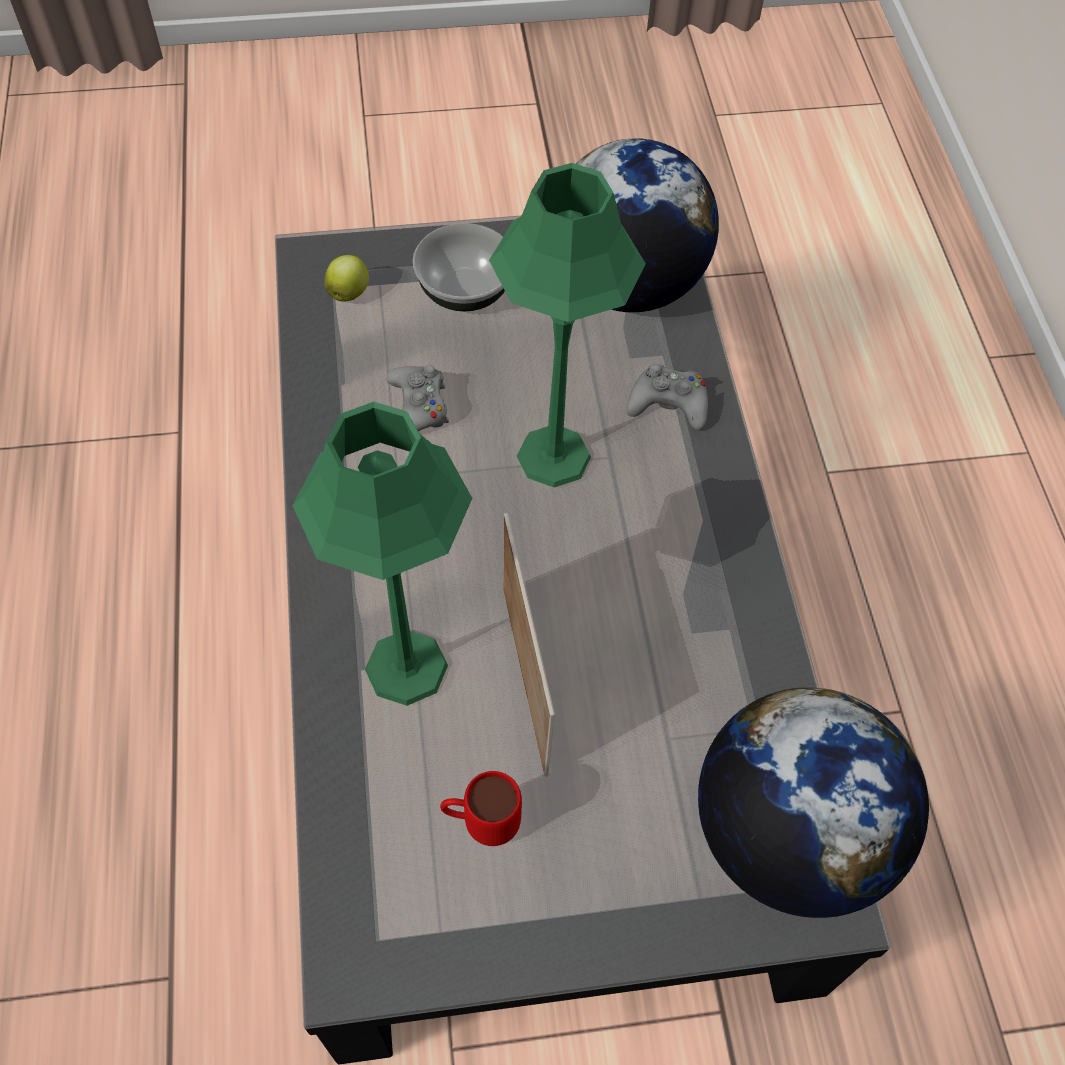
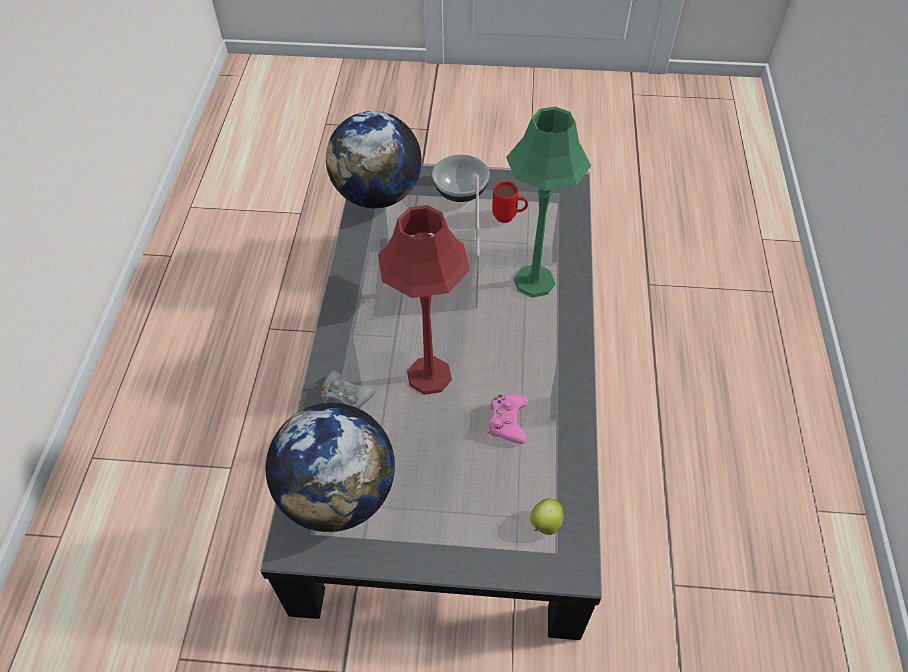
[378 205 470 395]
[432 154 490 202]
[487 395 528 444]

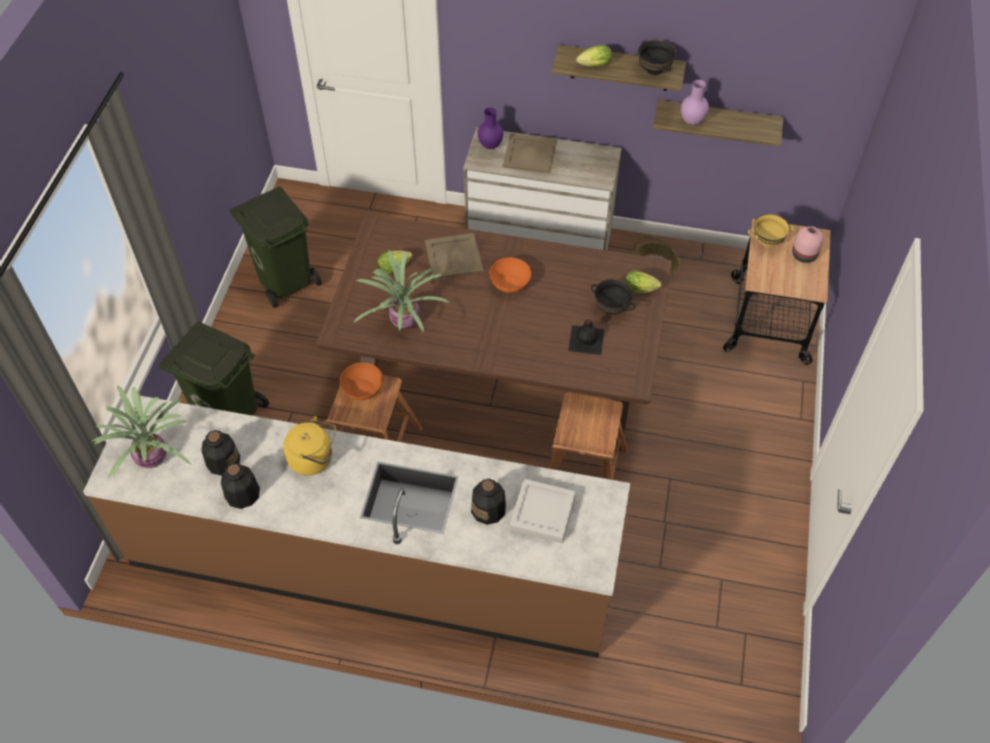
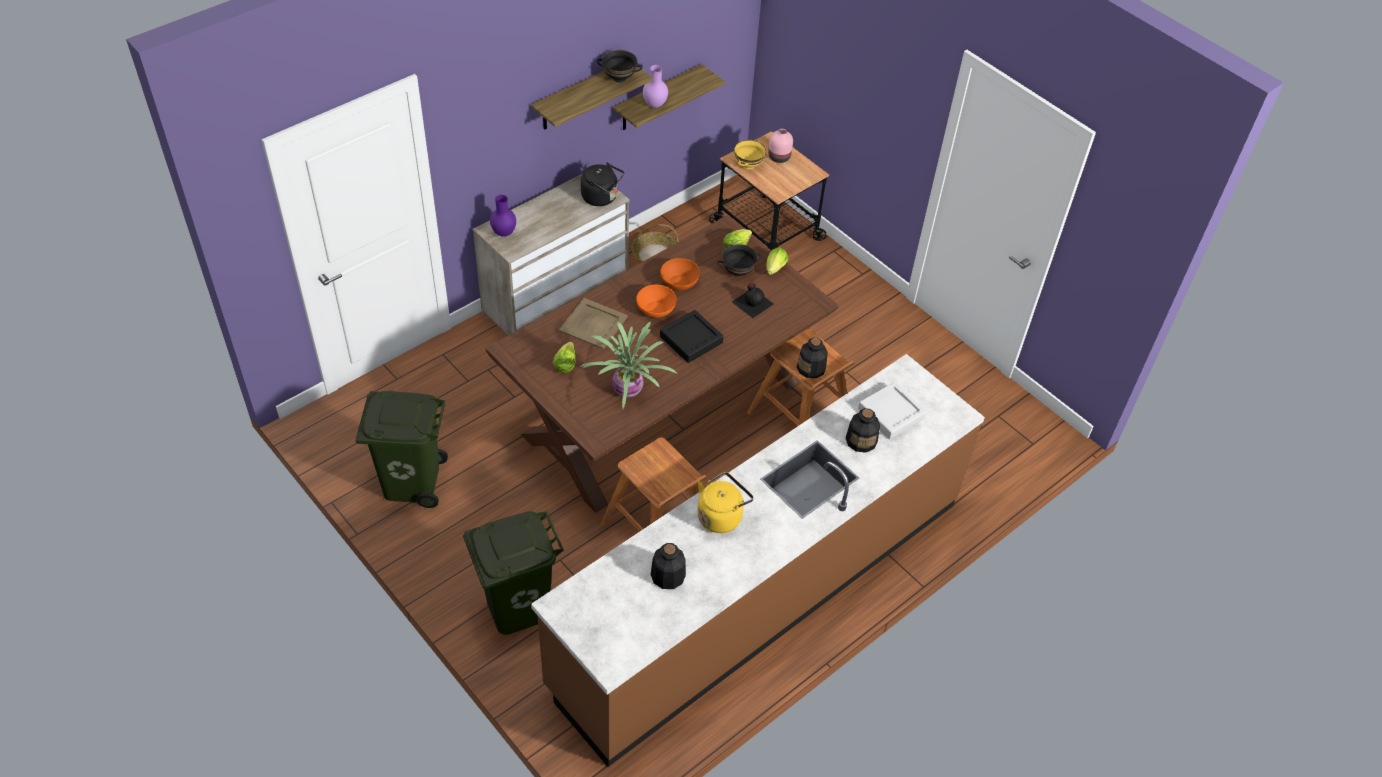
[581 163 624 206]
[660 258 700 291]
[660 310 723 363]
[766 247 788 275]
[797 338 828 378]
[93 385 191 480] (first image)
[503 133 556 173] (first image)

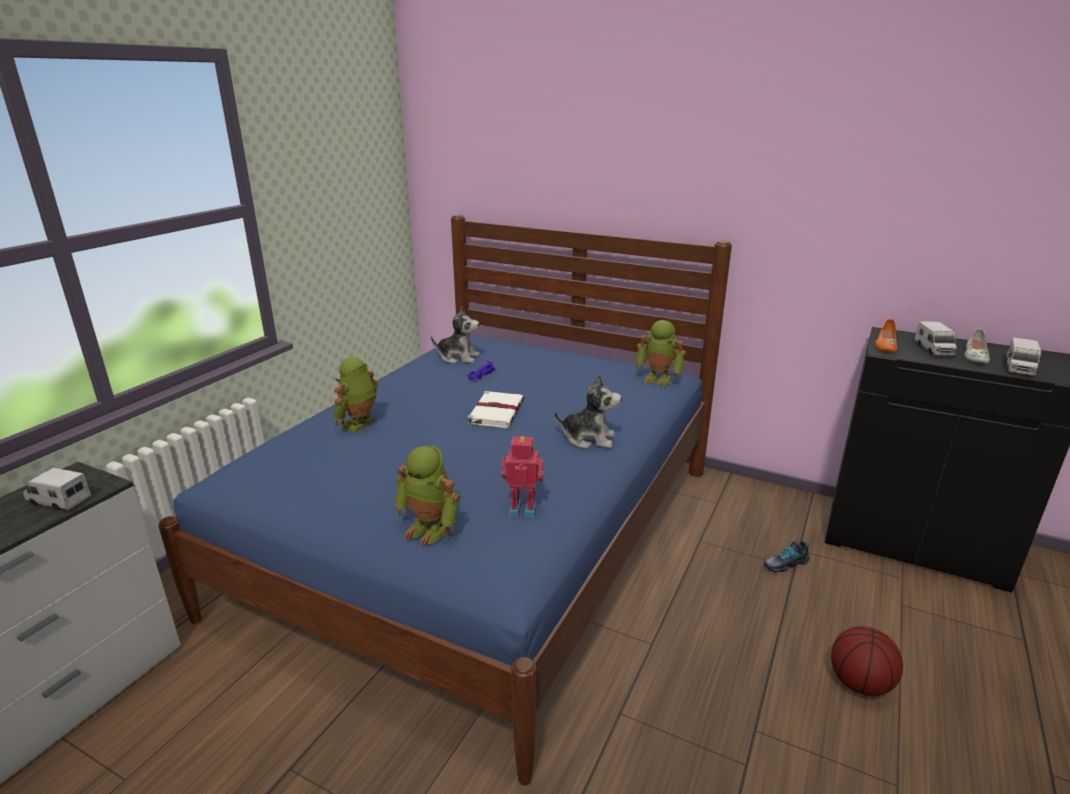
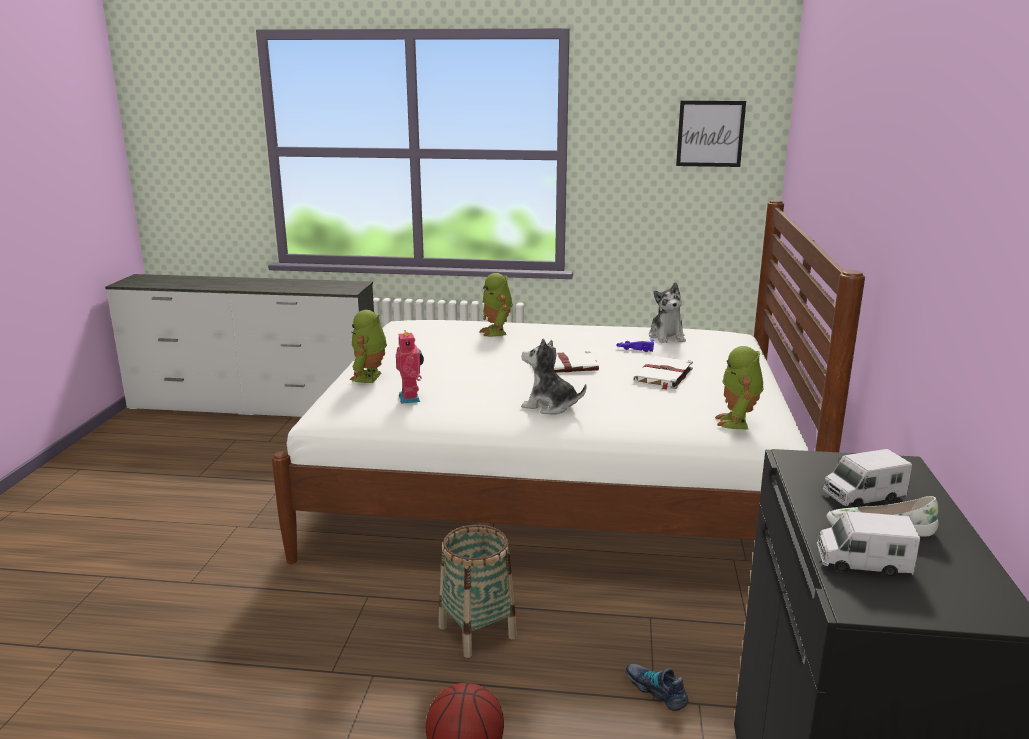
[272 200 865 564]
[438 525 517 658]
[479 273 512 337]
[521 338 587 414]
[633 356 693 390]
[676 101 746 167]
[23 468 91 510] (first image)
[875 319 897 352] (first image)

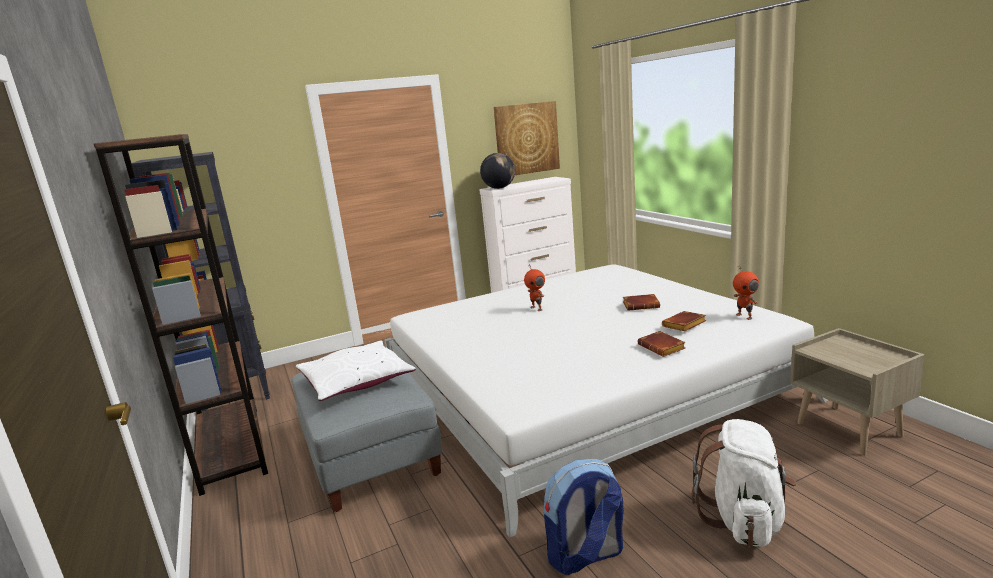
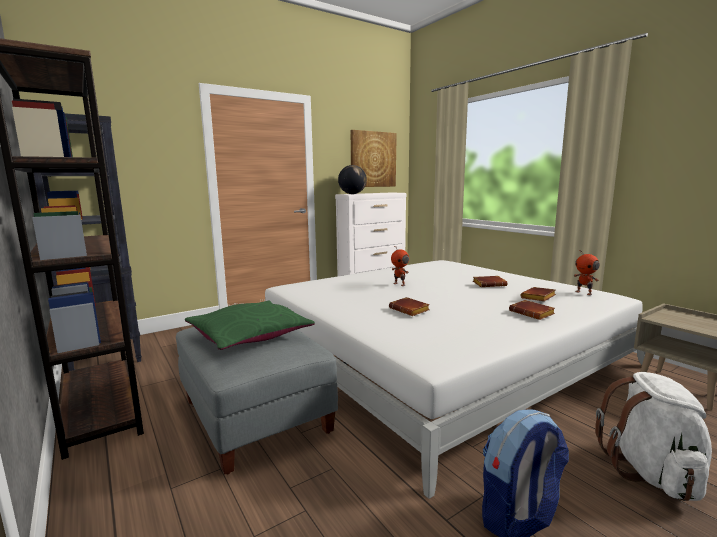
[185 301 315 350]
[389 297 430 316]

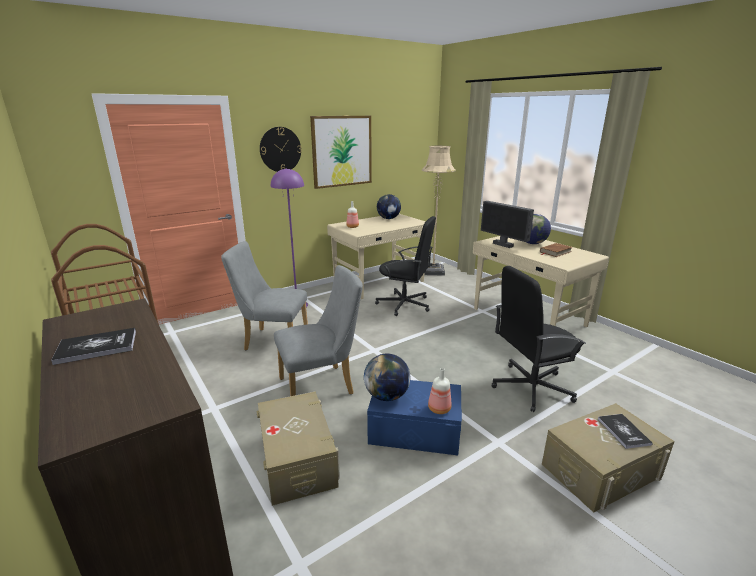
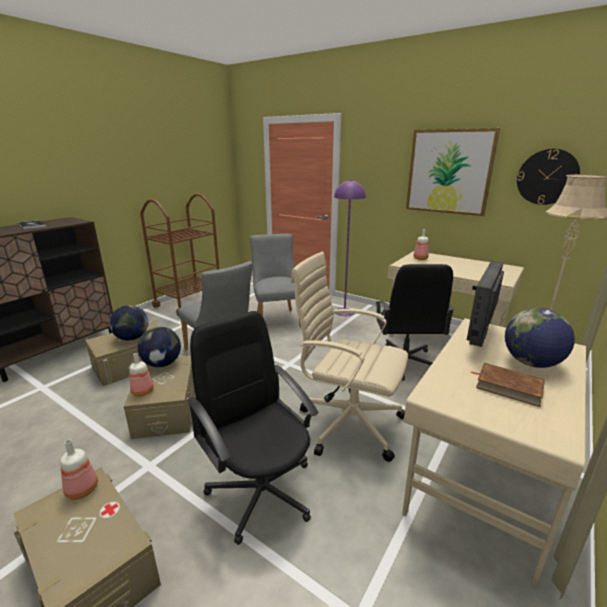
[60 440 98 500]
[109 305 148 341]
[124 356 195 439]
[291 252 408 462]
[517 149 580 205]
[598 414 653 449] (first image)

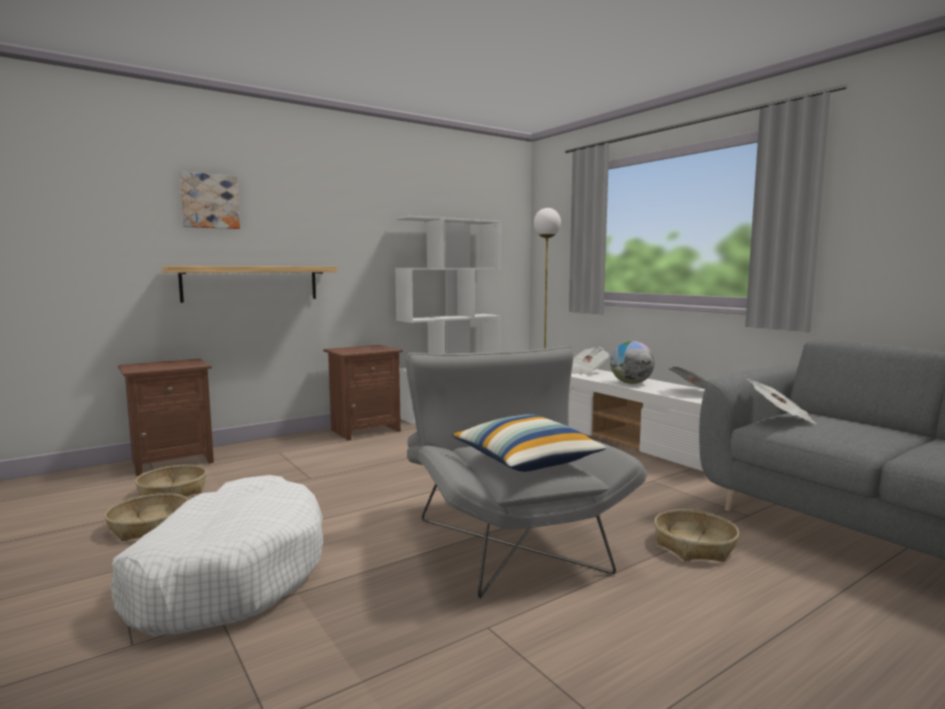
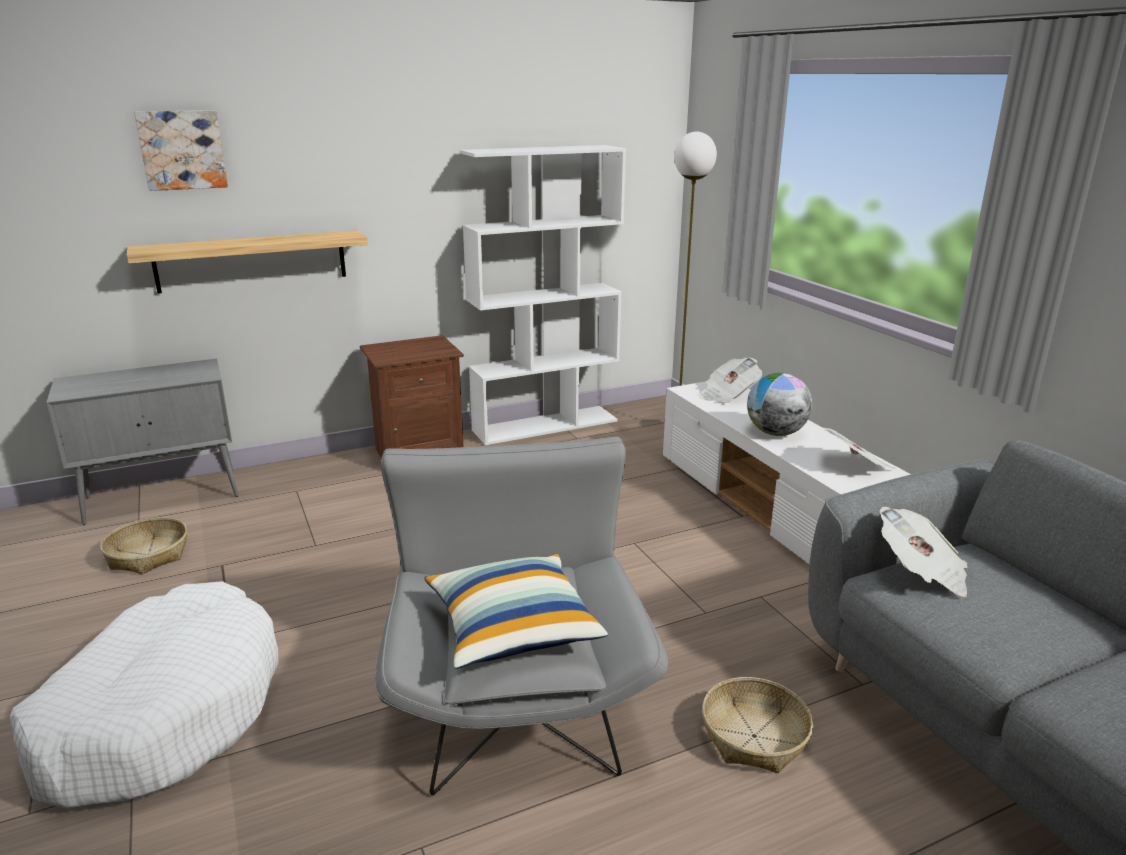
[46 359 239 525]
[104 493 188 541] (first image)

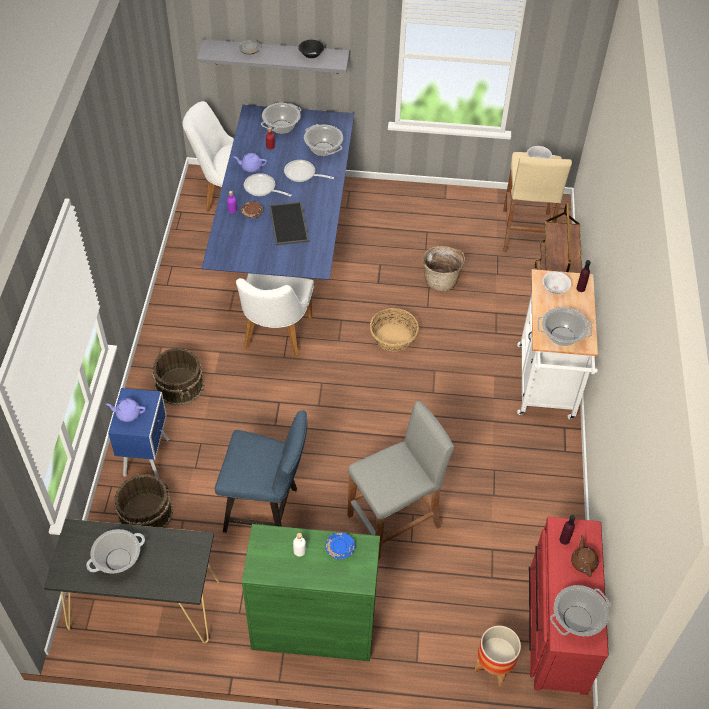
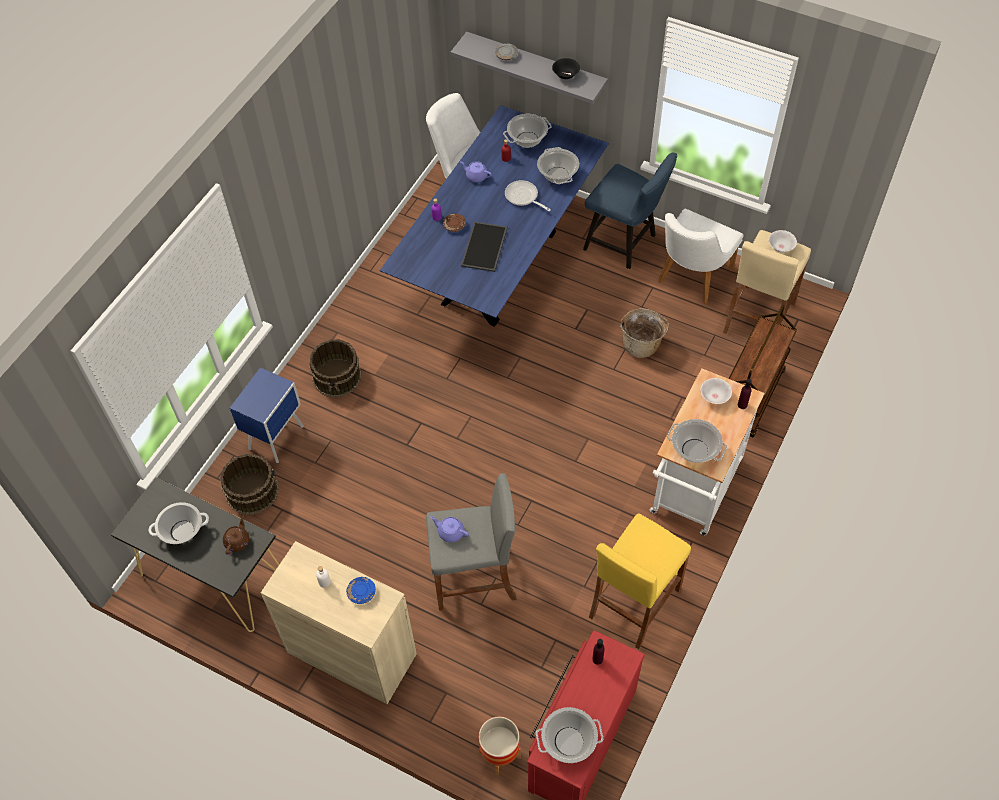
[223 516 249 555]
[261 541 417 704]
[430 516 469 542]
[583 153 677 269]
[589 514 691 649]
[658 208 744 304]
[244 173 292 197] (first image)
[370 308 419 351] (first image)

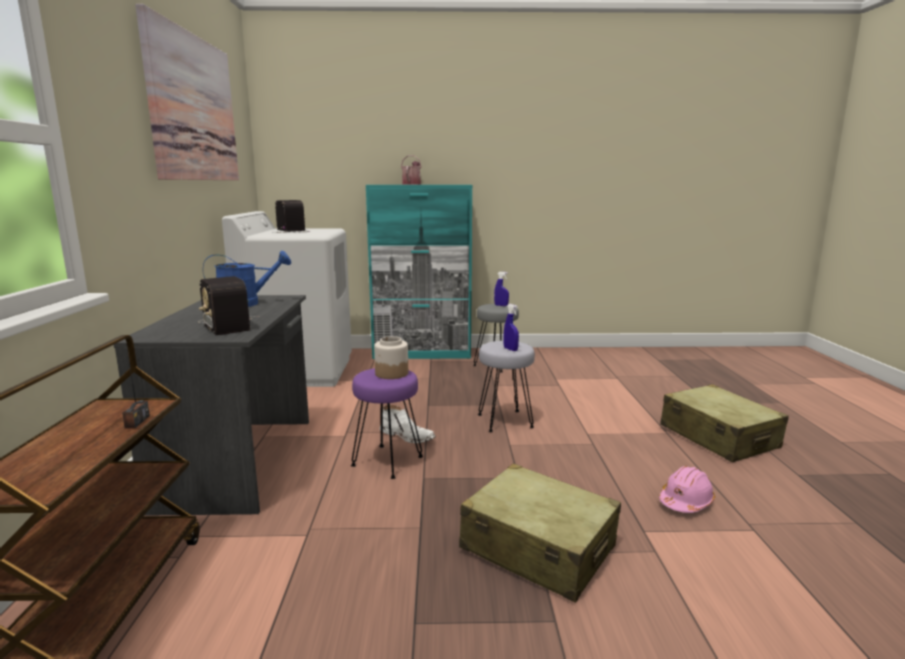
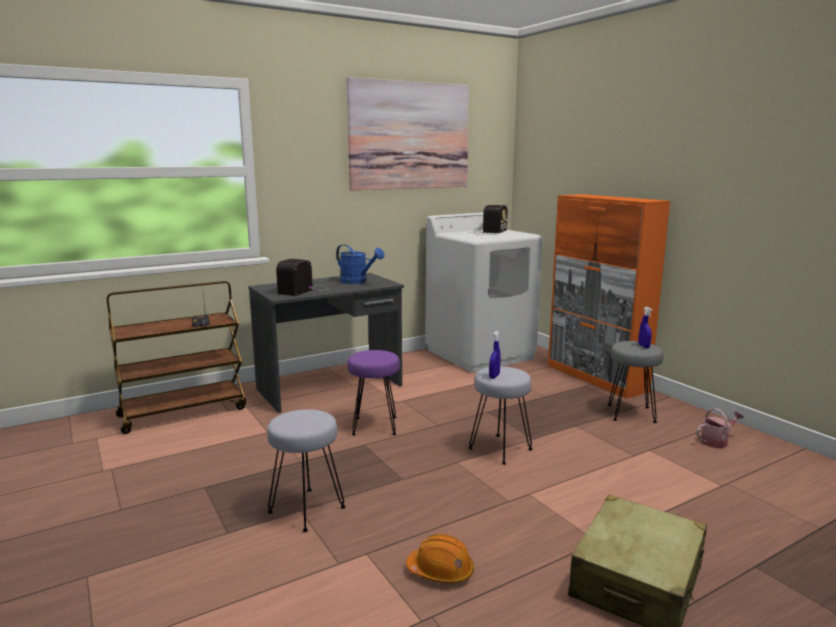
[267 409 346 532]
[406 534 474 583]
[548 194 670 399]
[697 408 744 448]
[374 336 408 379] (first image)
[380 405 436 443] (first image)

